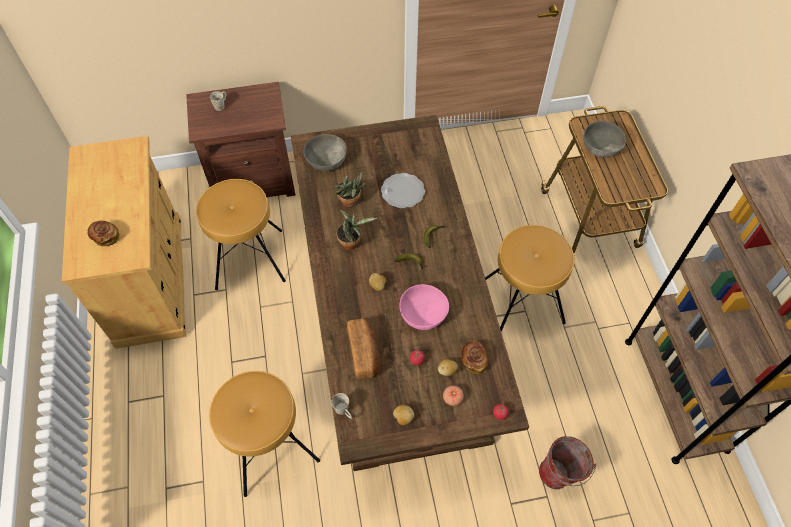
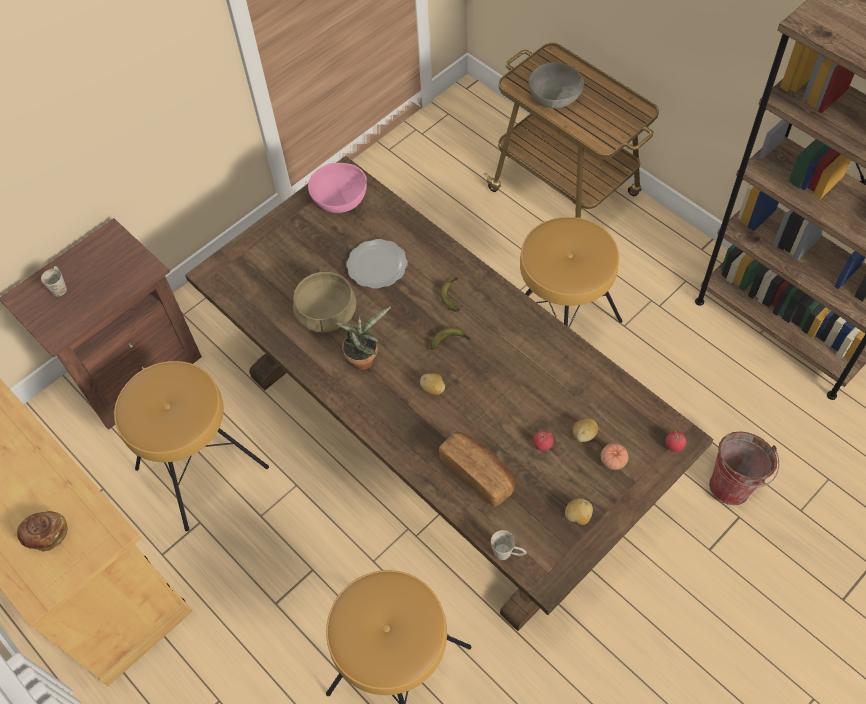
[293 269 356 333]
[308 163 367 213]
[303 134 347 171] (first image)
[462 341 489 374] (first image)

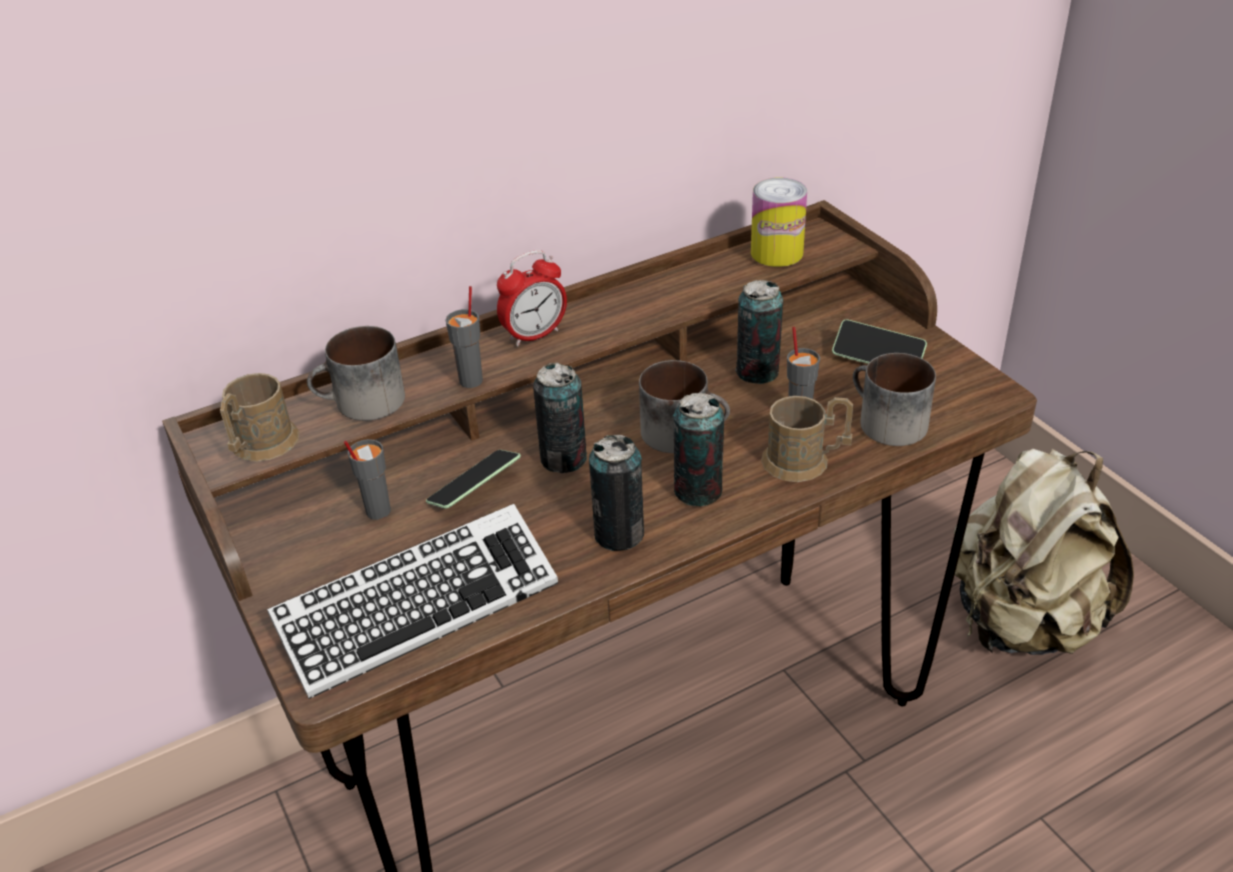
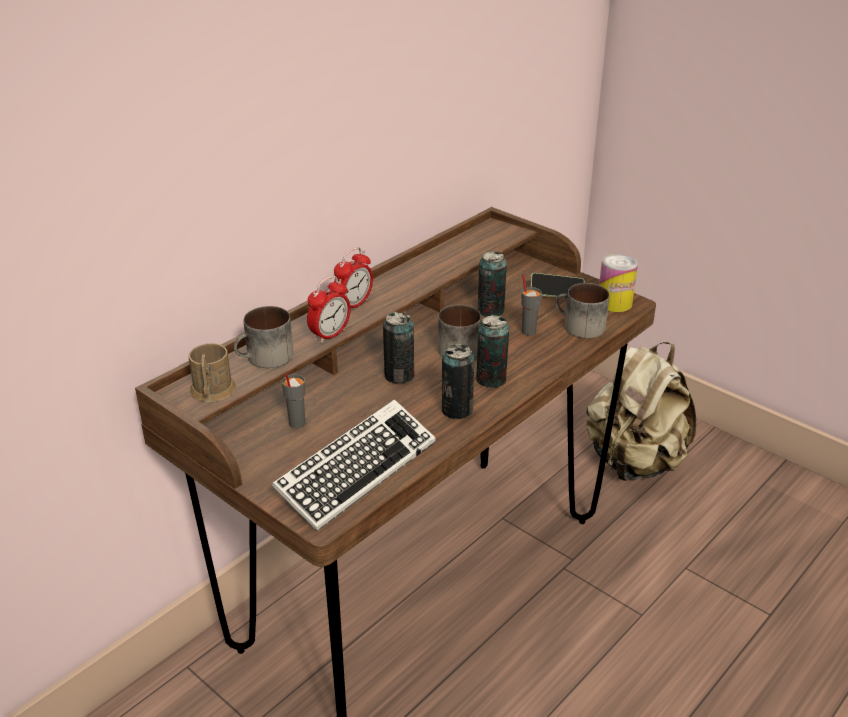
[307 276 351 344]
[599 254 638 312]
[426 450 521 509] (first image)
[761 396 853 482] (first image)

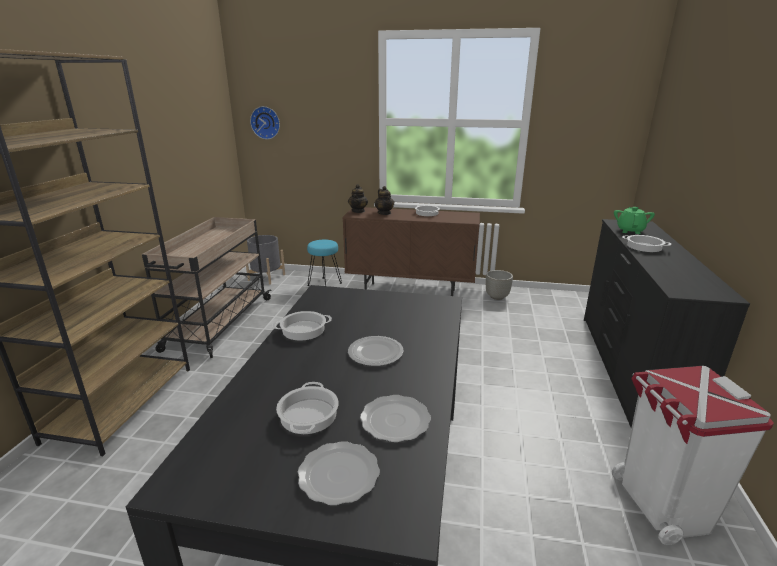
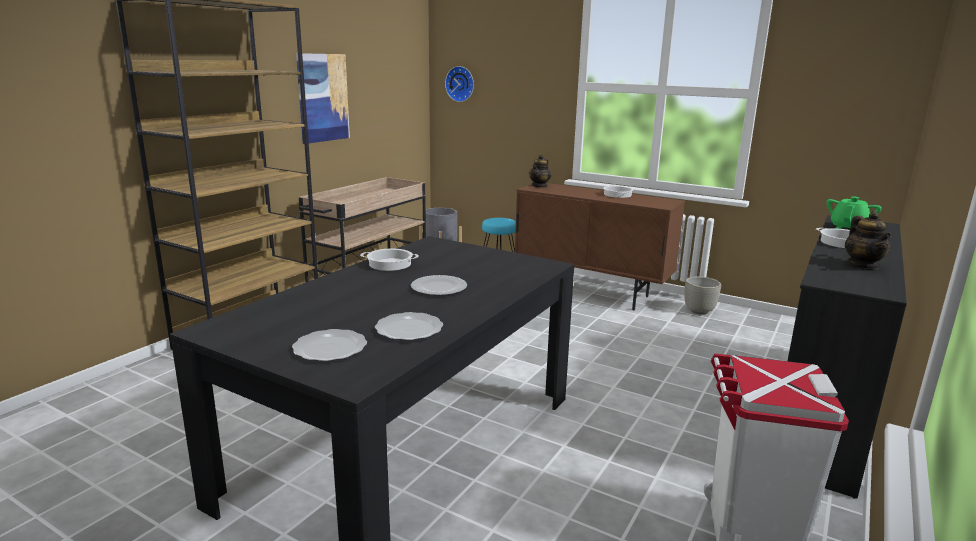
[296 53 350 144]
[845 211 891 270]
[276 382 339 434] (first image)

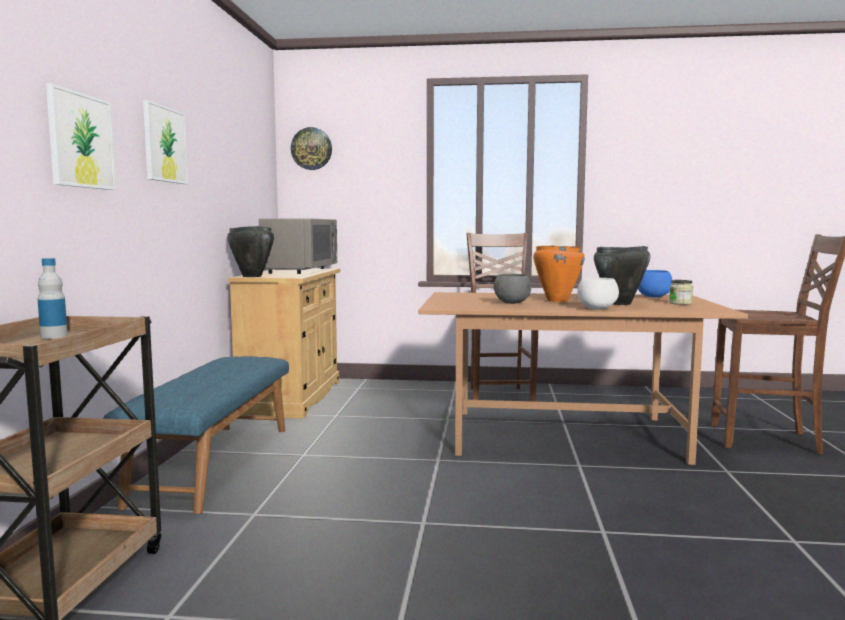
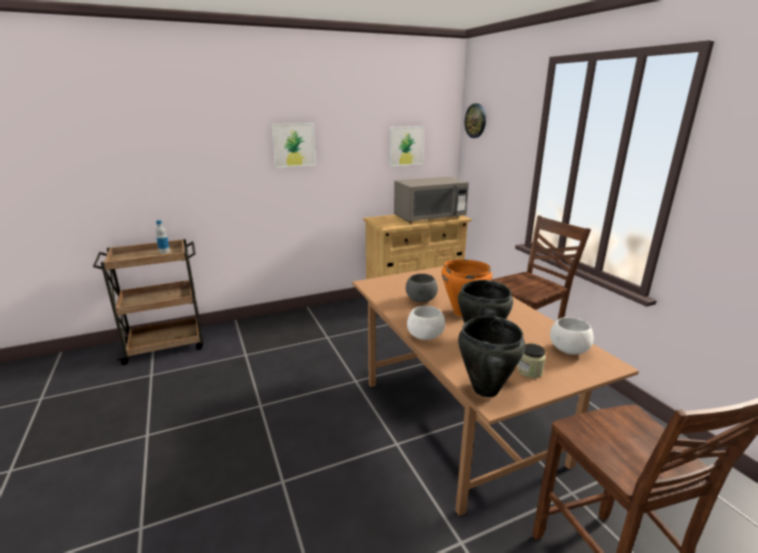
[389 126 424 167]
[458 316 525 397]
[550 317 594 355]
[103 356 289 514] (first image)

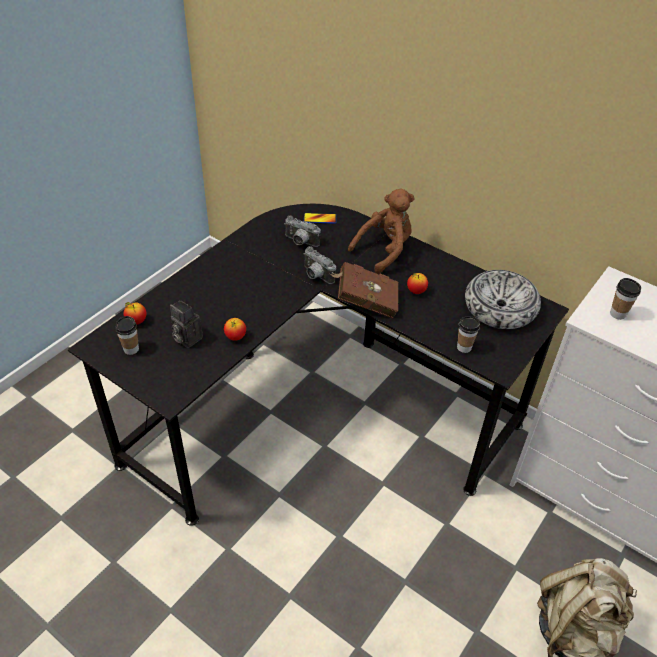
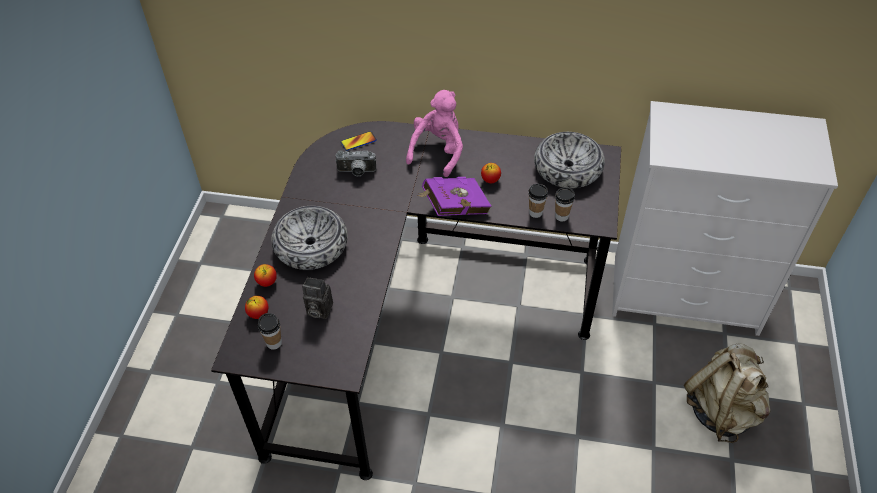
[254 264 277 287]
[271 206 348 270]
[406 90 463 177]
[417 177 491 216]
[528 184 548 218]
[304 246 336 284] (first image)

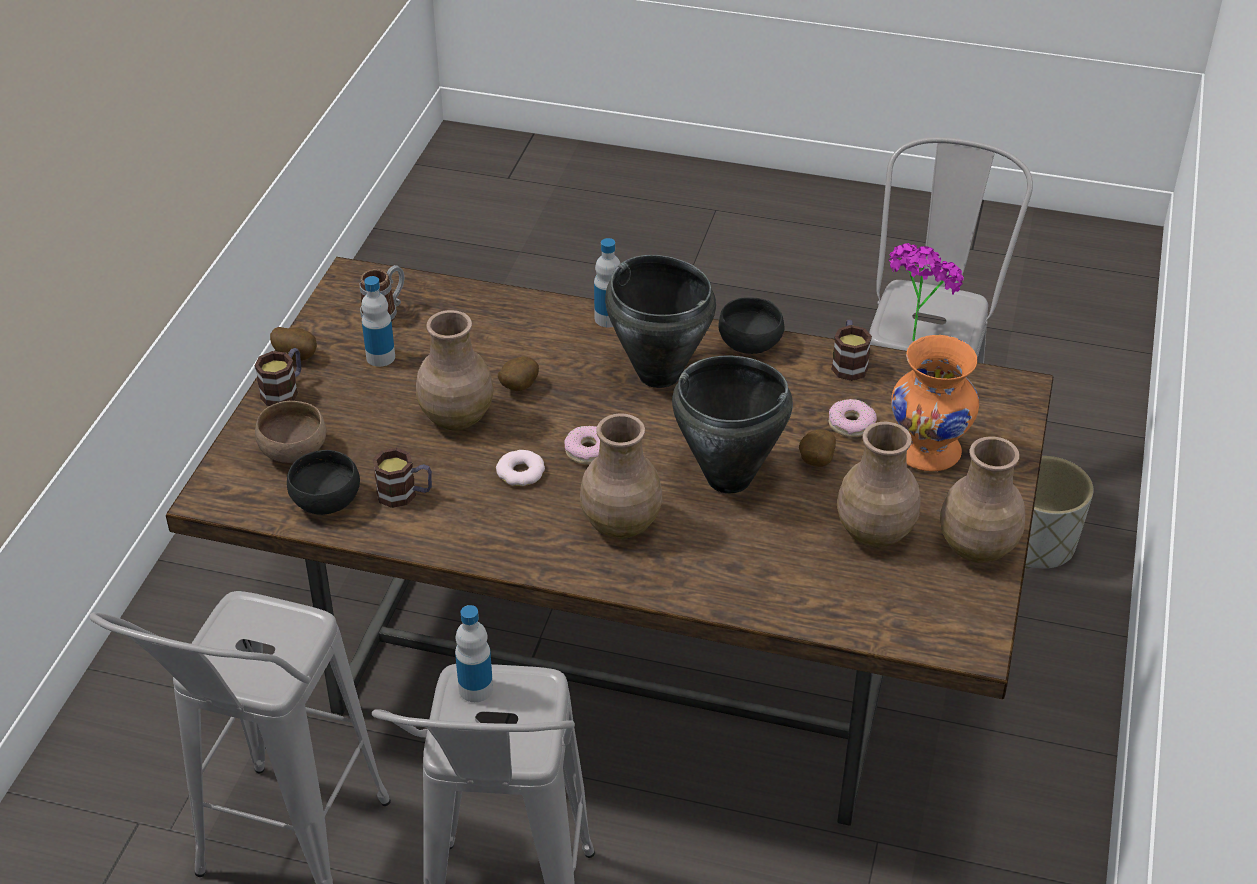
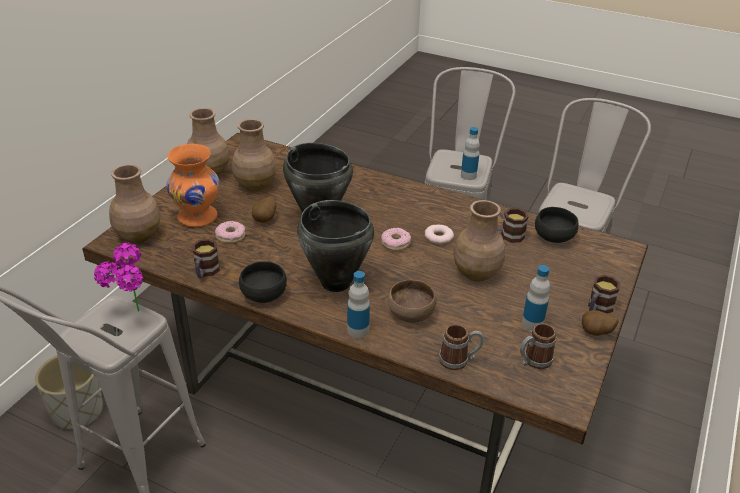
[109 164 160 243]
[388 280 436 323]
[439 324 484 370]
[498 357 539 391] (first image)

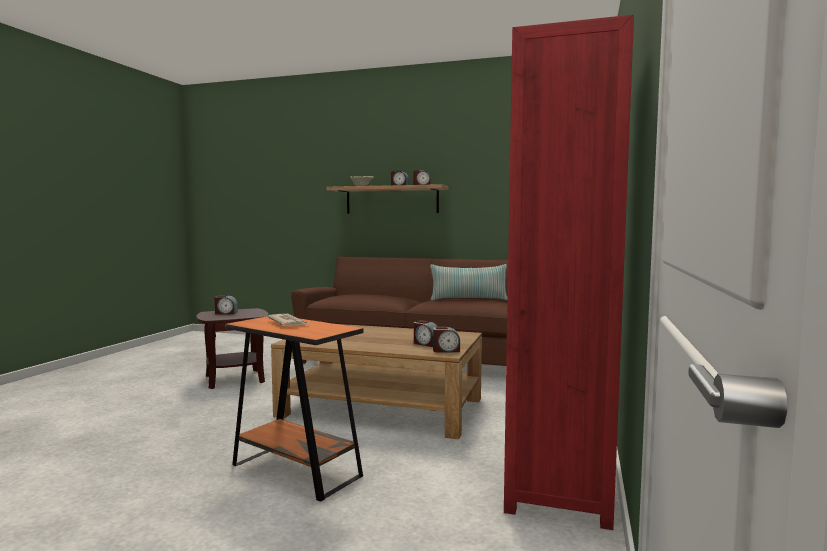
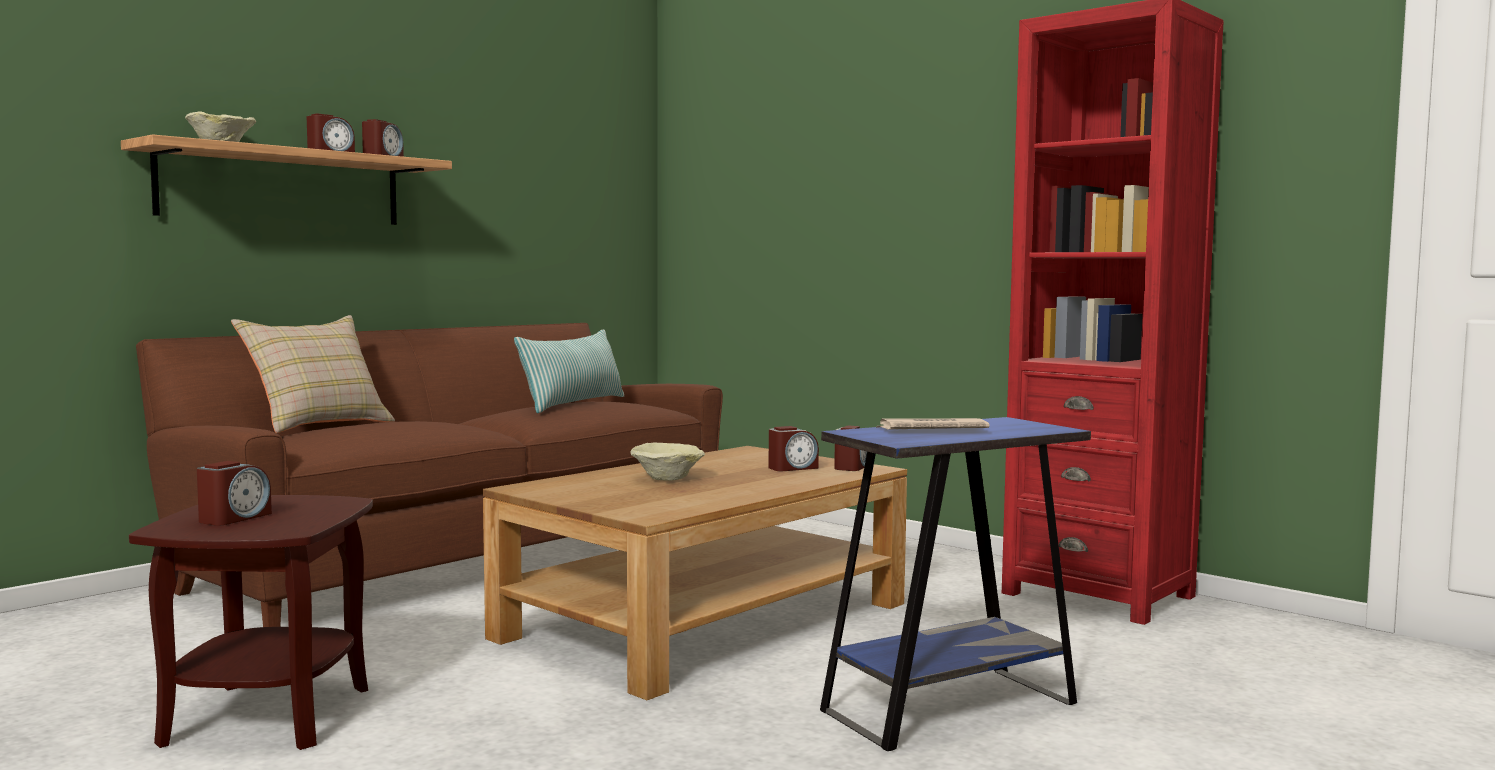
[231 315 395 433]
[631 443 705 481]
[820 417 1091 751]

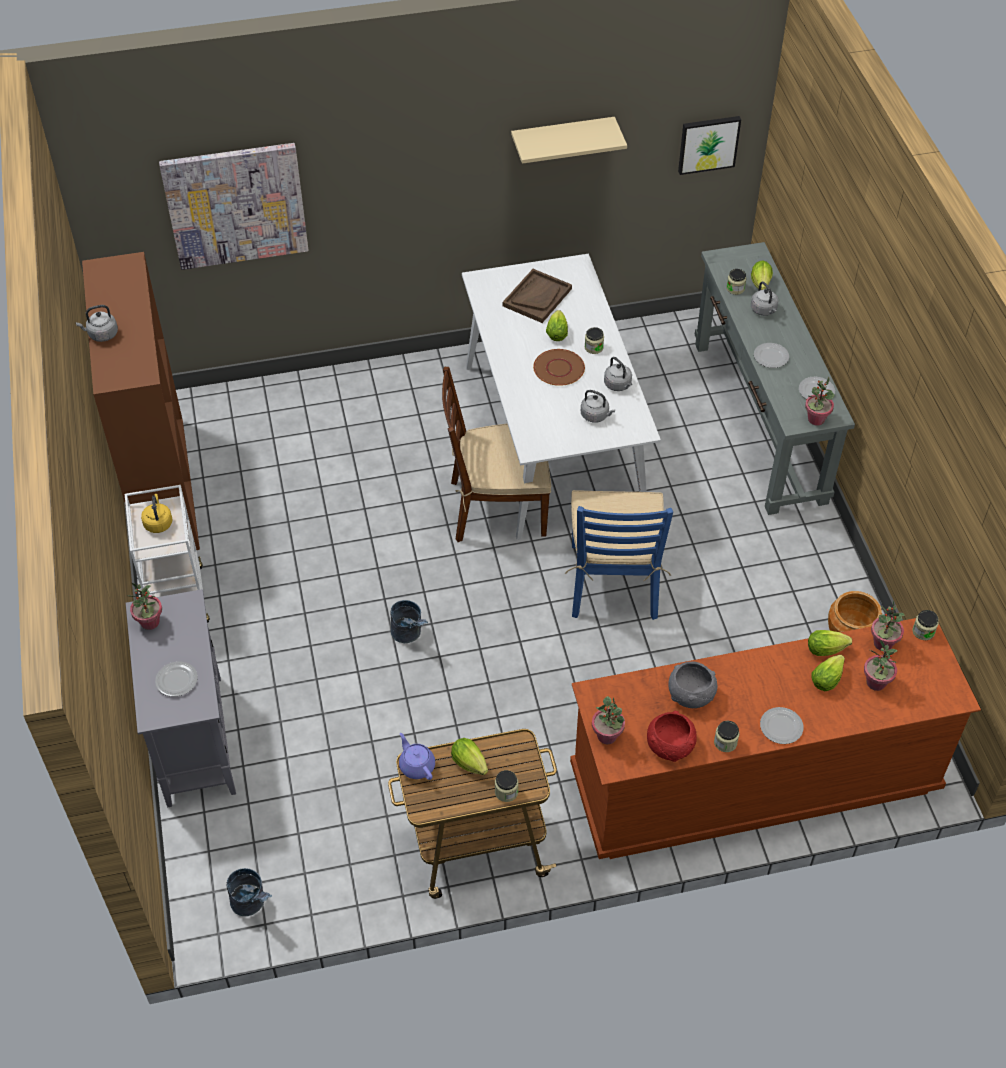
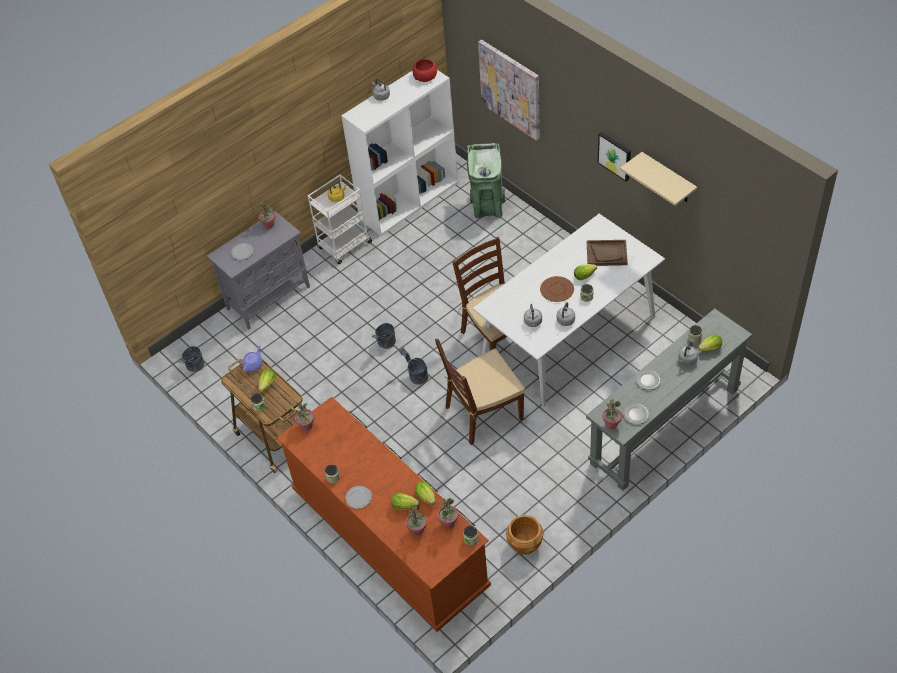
[341 70 458 236]
[398 347 429 385]
[412 59 437 82]
[435 339 525 445]
[466 143 505 218]
[597 132 631 182]
[668 661 718 708] (first image)

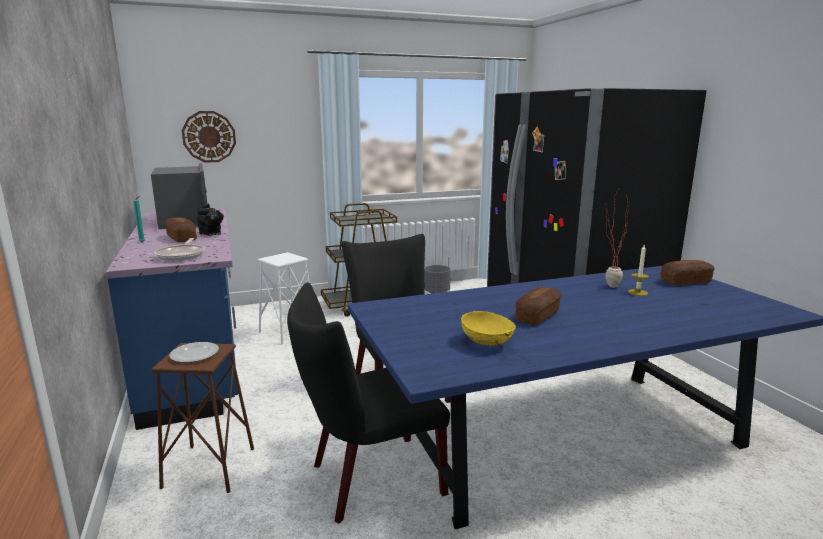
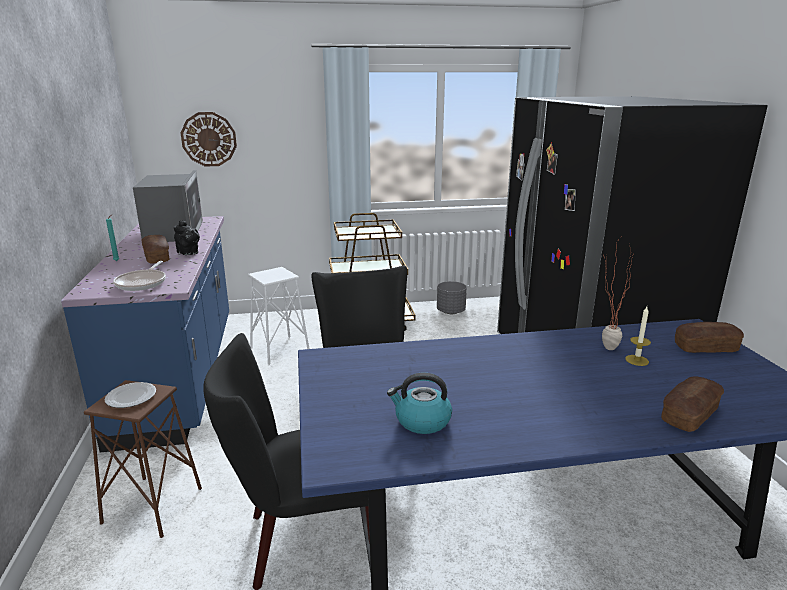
[387 373 452 434]
[661 376 724 432]

